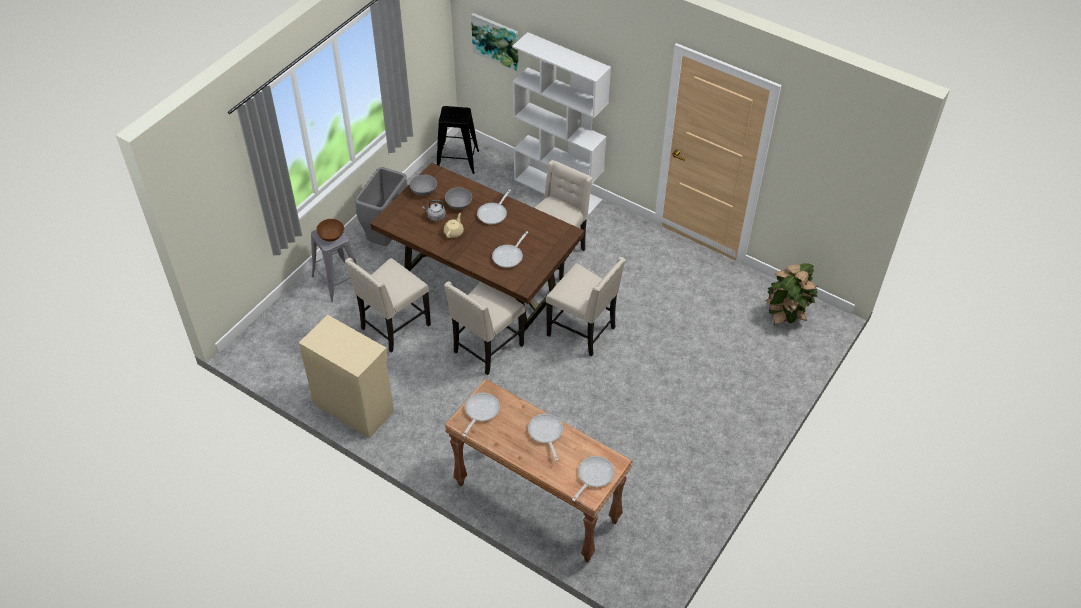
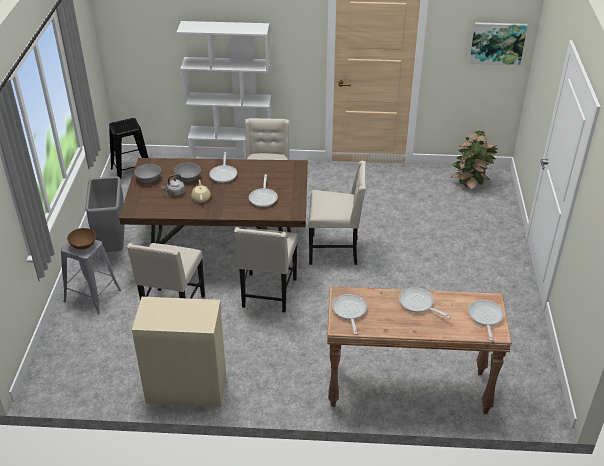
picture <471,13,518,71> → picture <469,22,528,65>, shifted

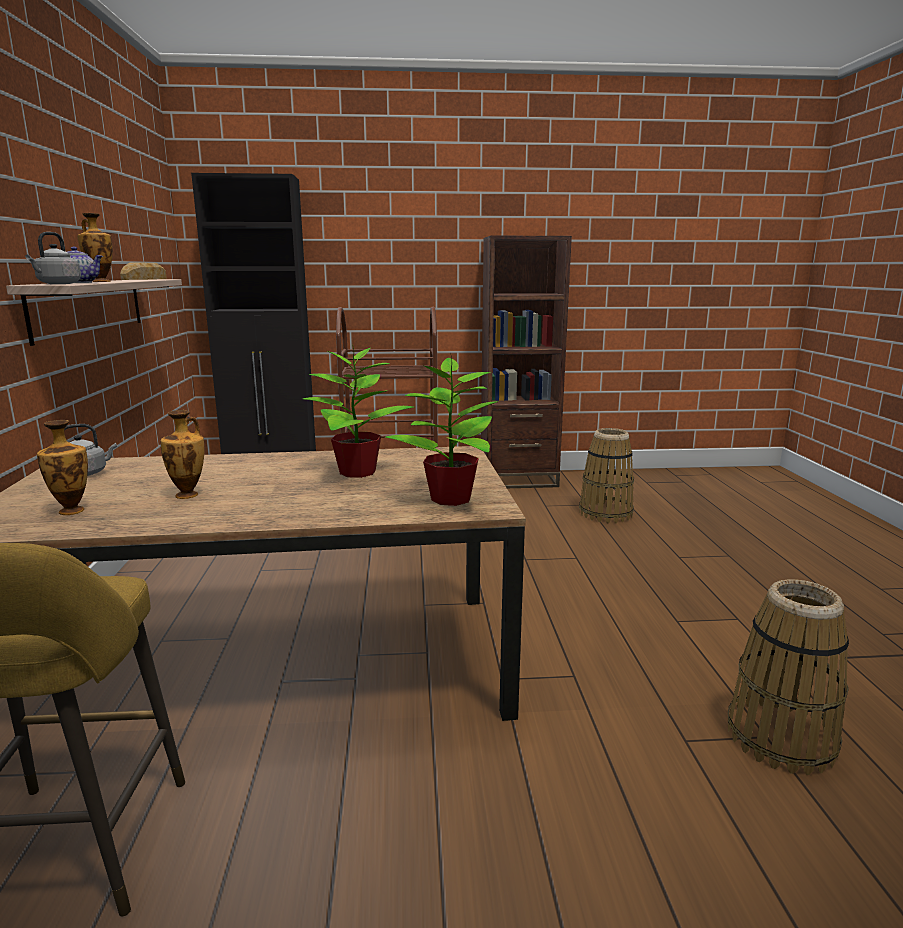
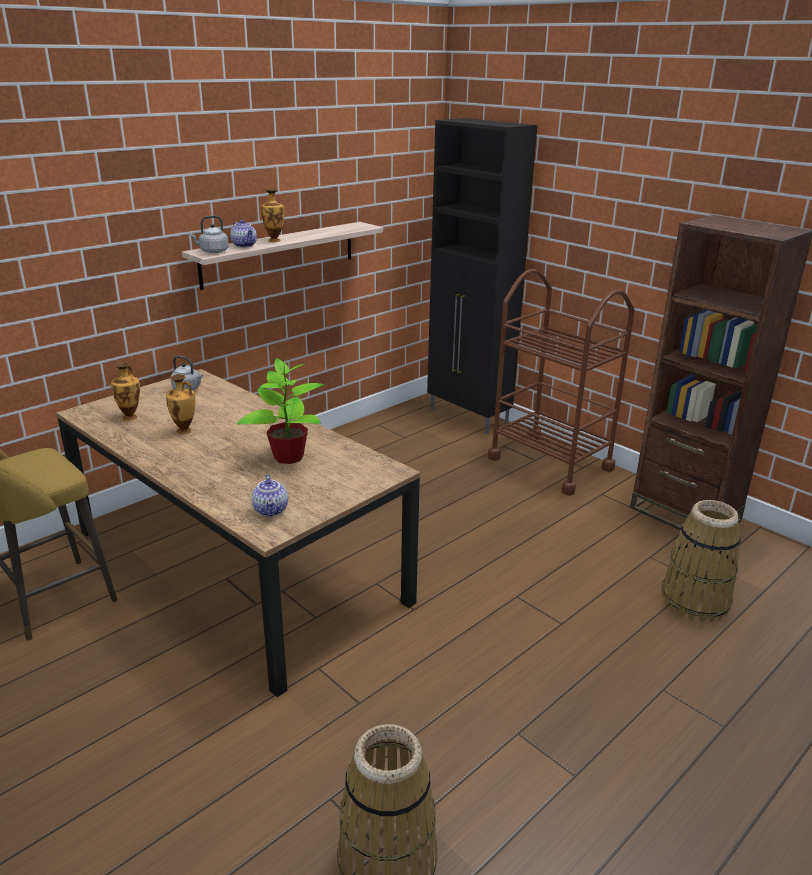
bread <120,263,167,280> → -
potted plant <385,356,499,506> → teapot <251,474,288,516>

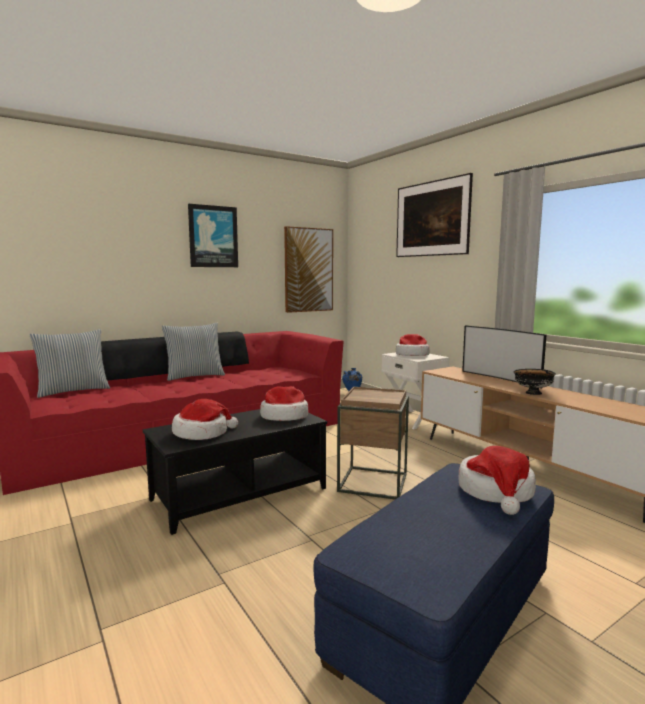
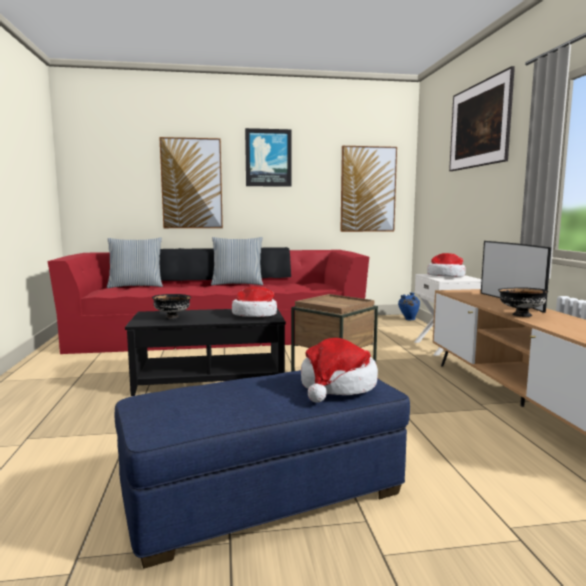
hat <172,399,238,440> → bowl/black <152,294,191,320>
- → picture <159,137,223,228>

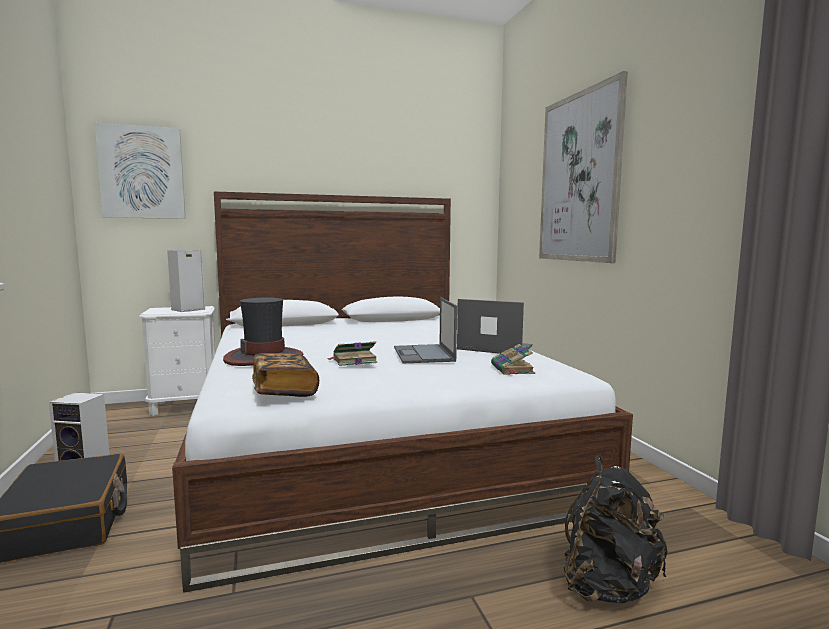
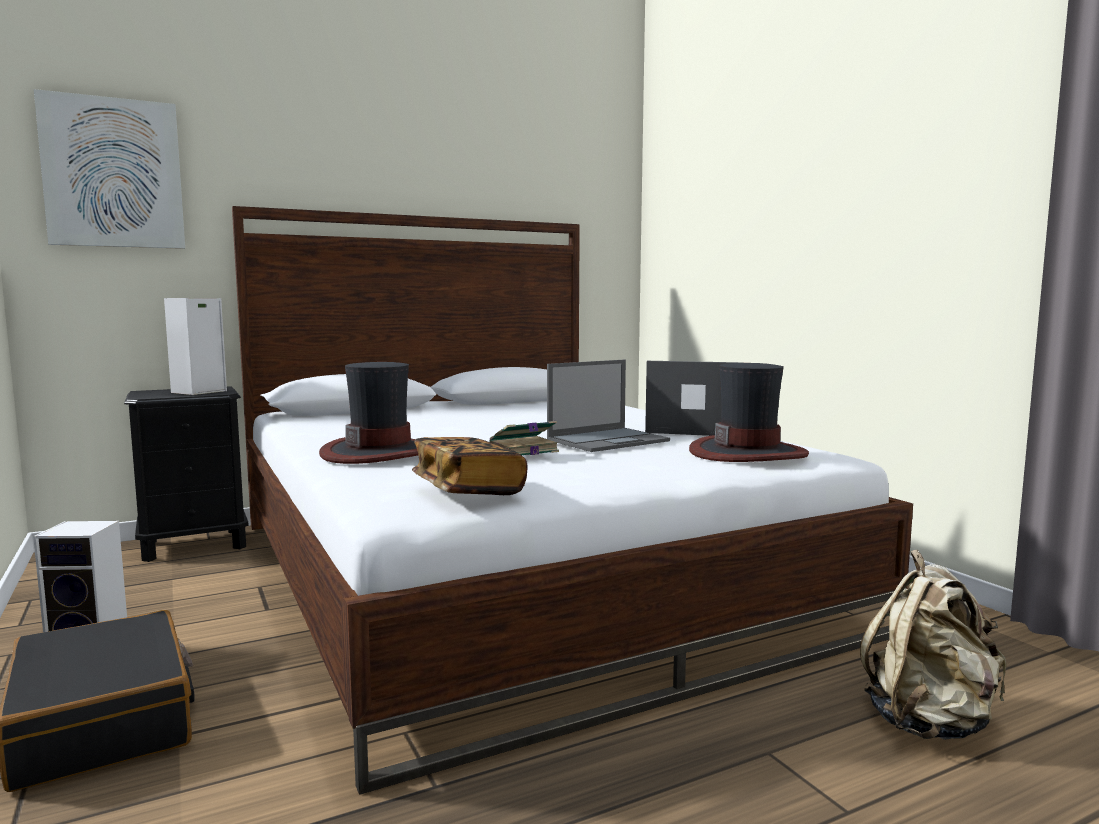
picture <539,71,628,263> → -
laptop <394,297,457,363> → laptop <547,360,670,452>, 105 degrees counterclockwise
nightstand/white <139,306,215,416> → nightstand/black <124,386,249,562>
book <491,344,535,375> → hat <689,363,809,462>
backpack/black <564,455,668,603> → backpack/beige <860,550,1007,740>

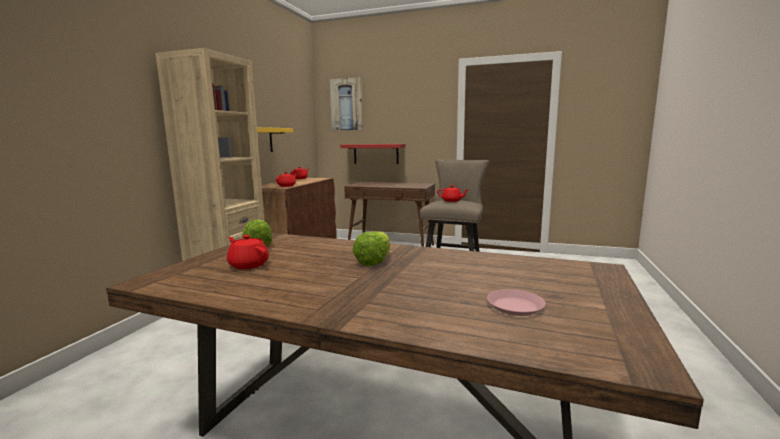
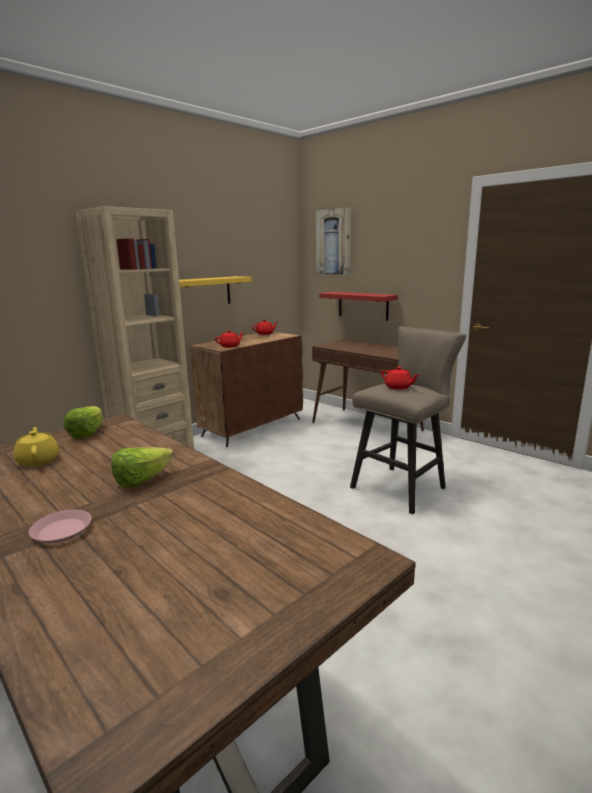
teapot/red <227,235,269,269> → teapot/yellow <13,427,59,467>
plate/pink <487,289,546,316> → plate/pink <29,509,91,543>, shifted

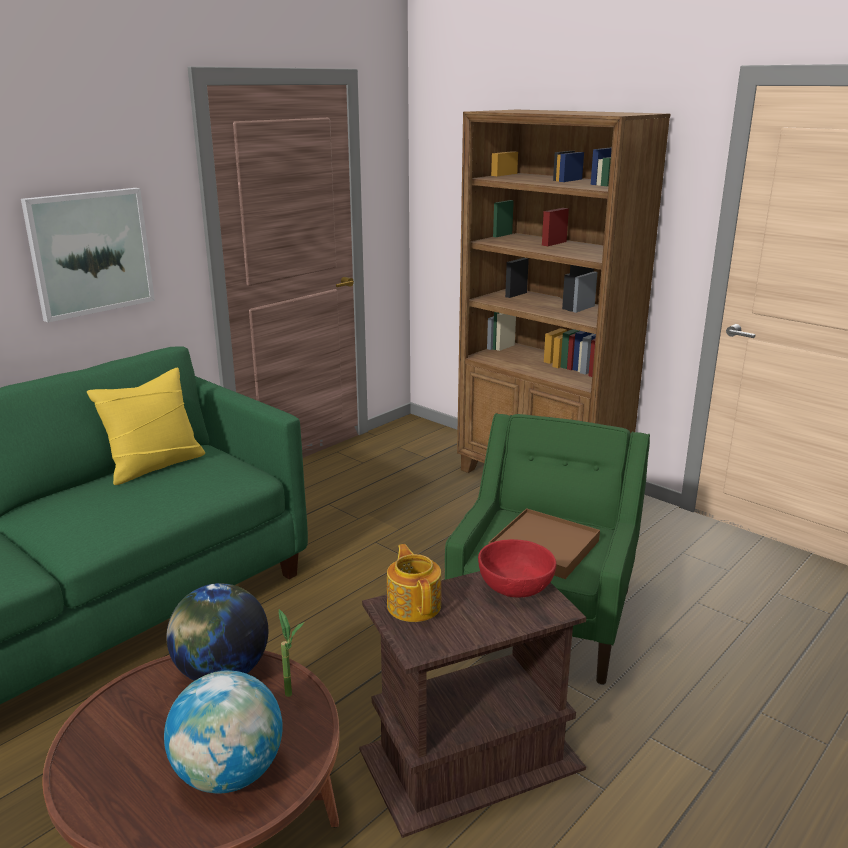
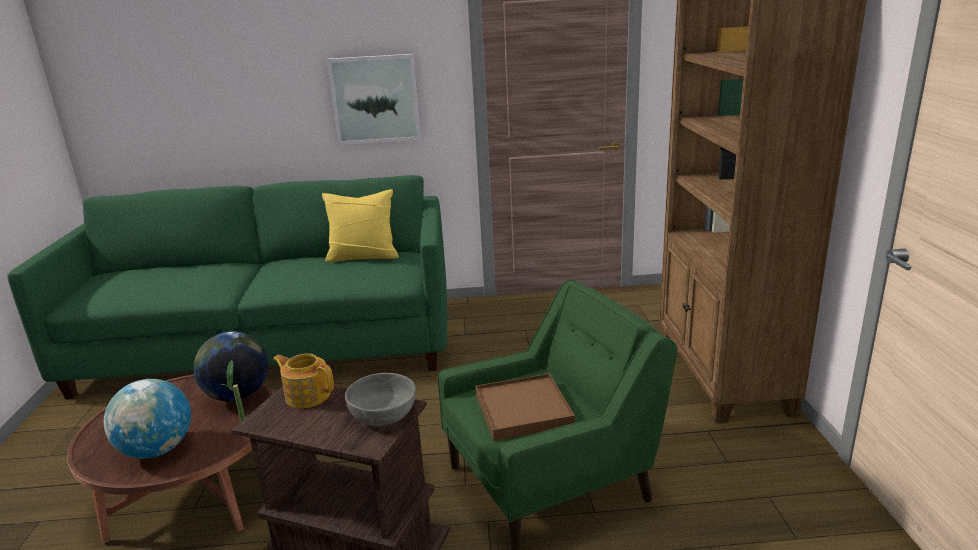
bowl/red <478,539,556,598> → bowl/grey <345,373,416,426>
teapot <387,544,441,622> → teapot <273,353,334,408>, 90 degrees counterclockwise

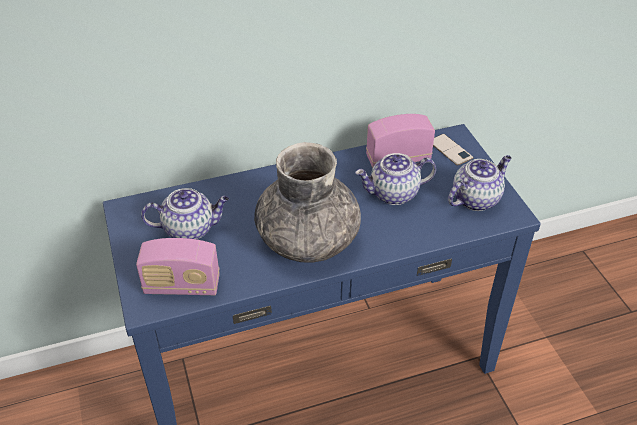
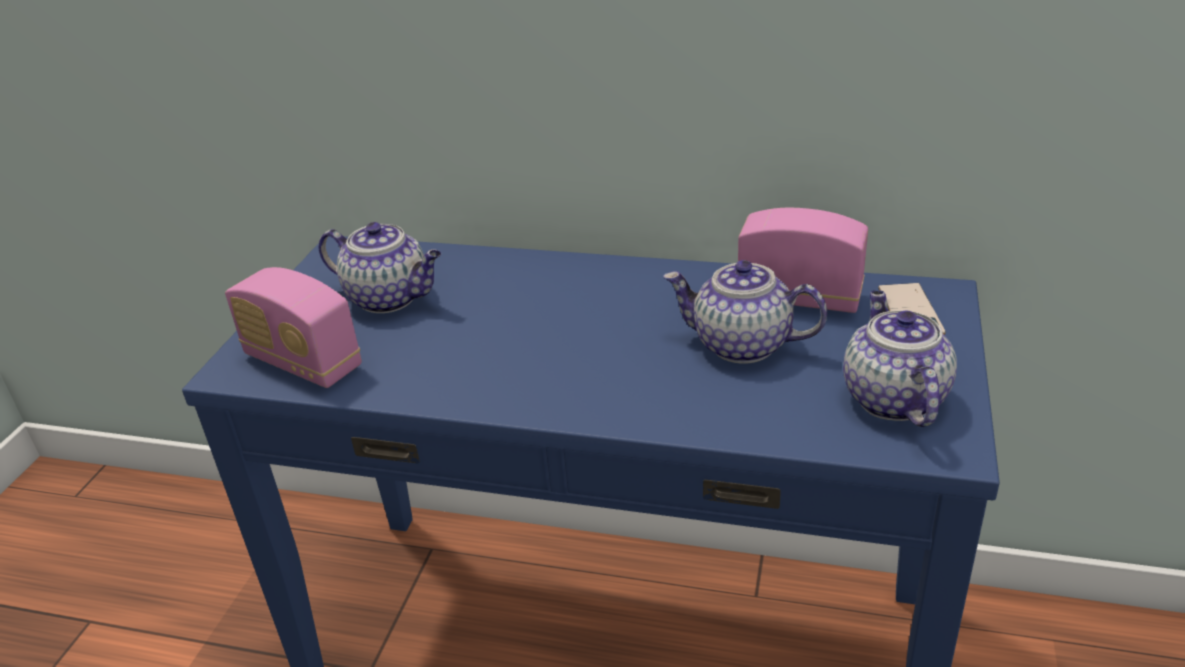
vase/grey <254,142,361,263> → -
teapot <448,155,512,211> → teapot <843,290,957,427>, 90 degrees counterclockwise

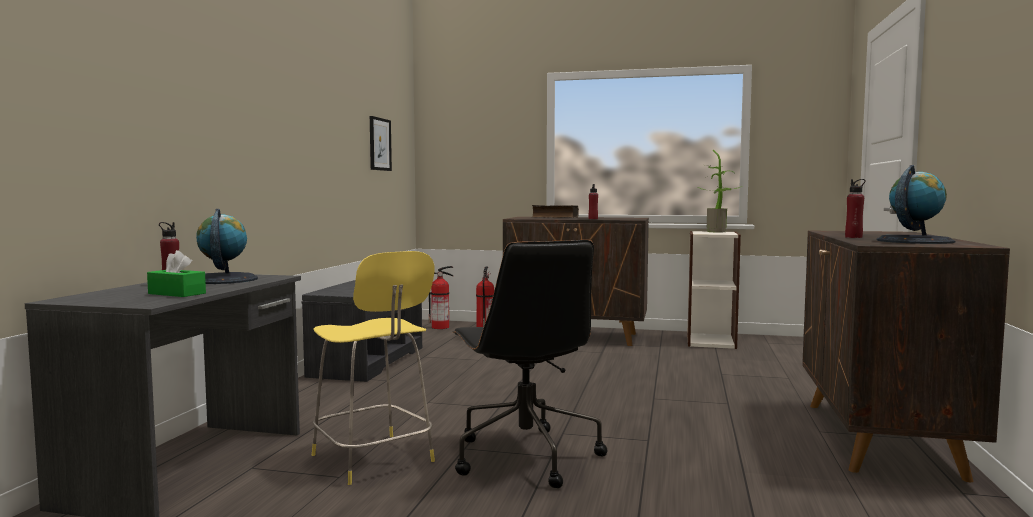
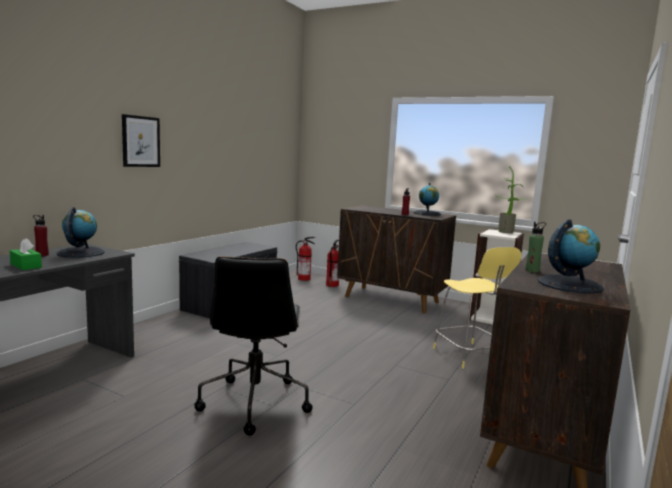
picture <370,116,392,171> → picture <122,114,160,167>, shifted
bottle/red <845,179,866,238> → bottle/green <525,222,546,273>
book <532,205,579,218> → -
stool/yellow <312,251,435,485> → stool/yellow <433,247,522,369>, shifted
- → globe <413,183,442,216>

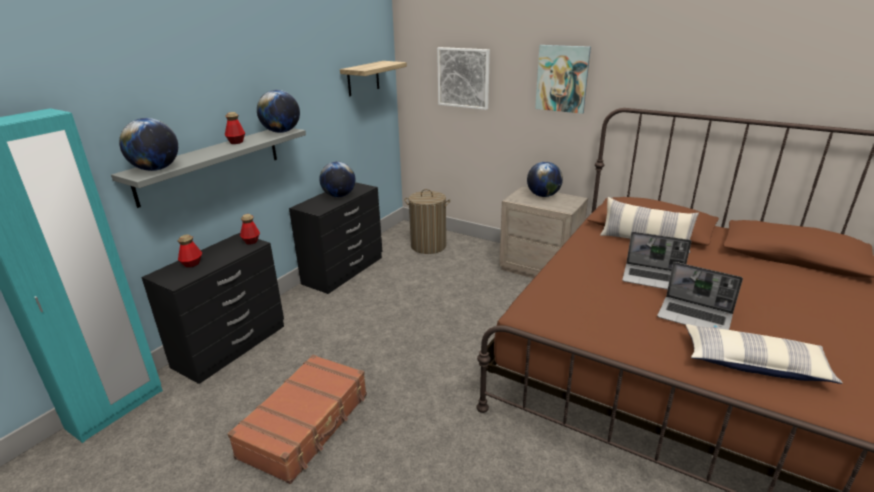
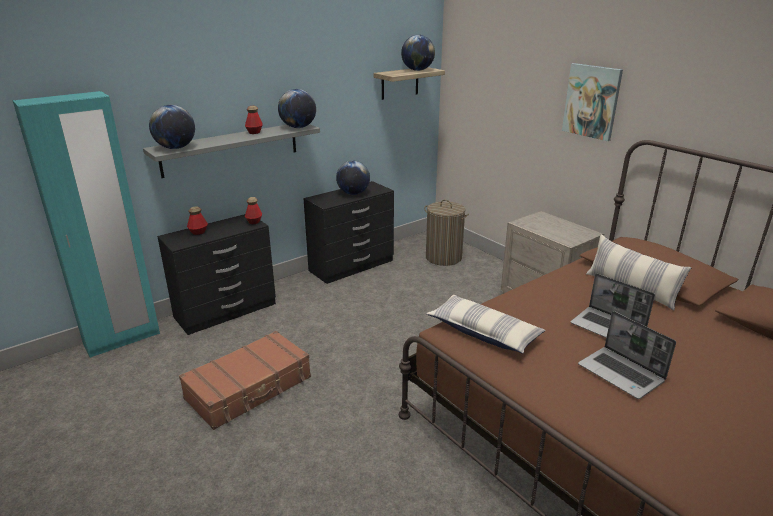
picture <437,47,490,110> → -
globe <527,162,563,197> → globe <401,35,435,71>, shifted
pillow <686,324,843,384> → pillow <426,295,546,354>, shifted

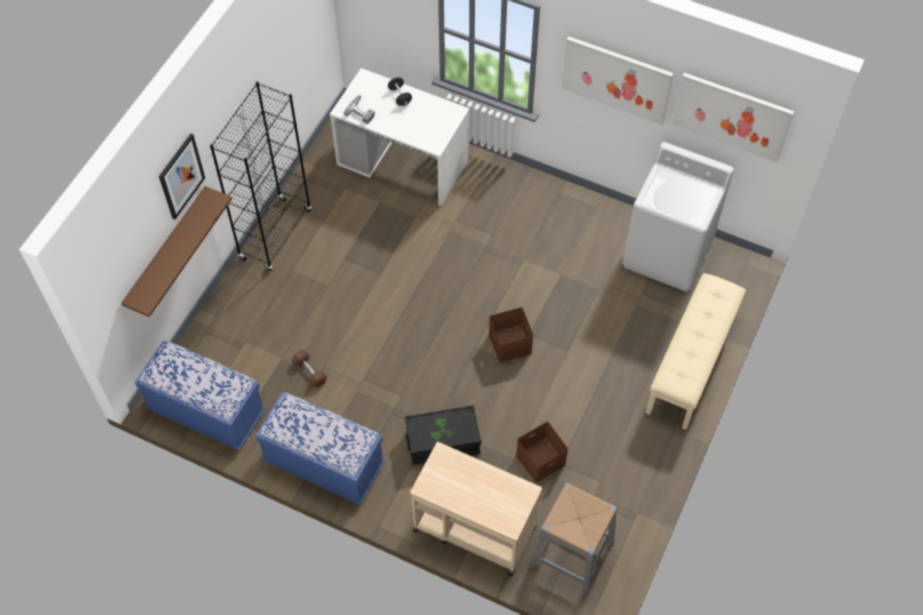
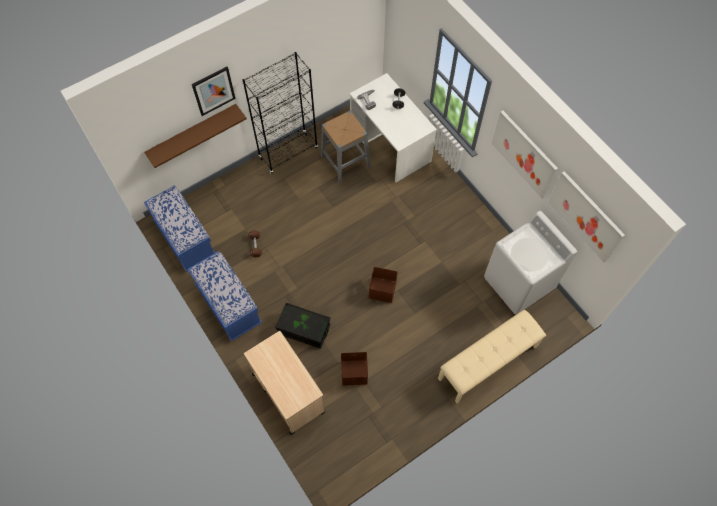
stool/grey <529,482,617,596> → stool/grey <321,111,371,183>, shifted

